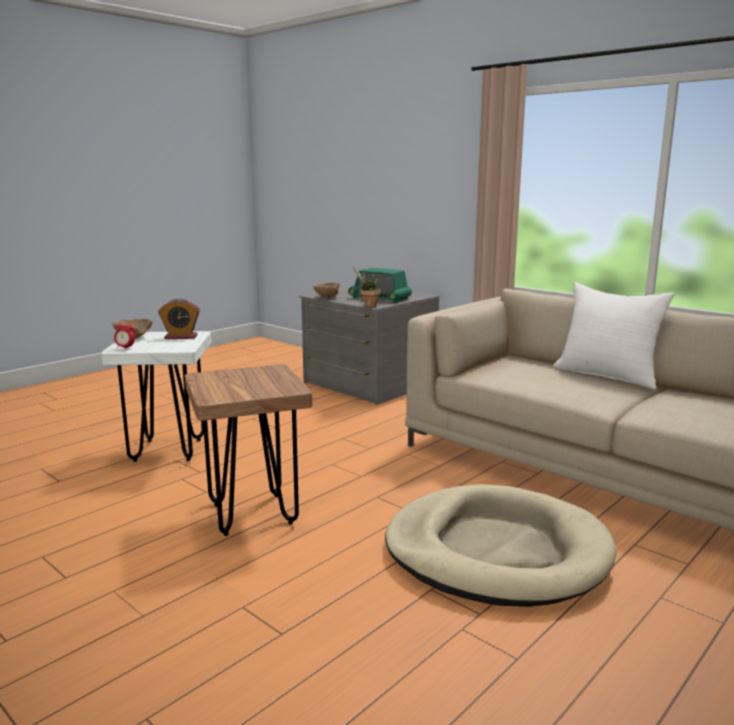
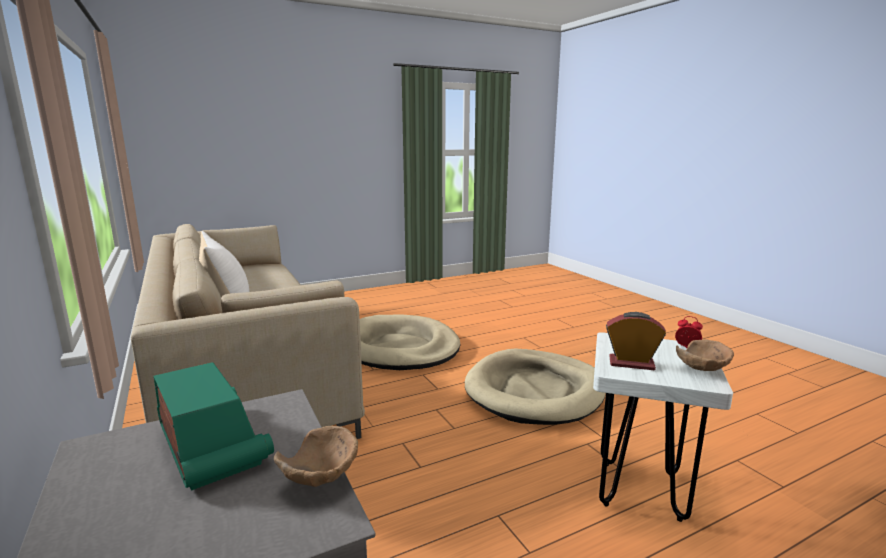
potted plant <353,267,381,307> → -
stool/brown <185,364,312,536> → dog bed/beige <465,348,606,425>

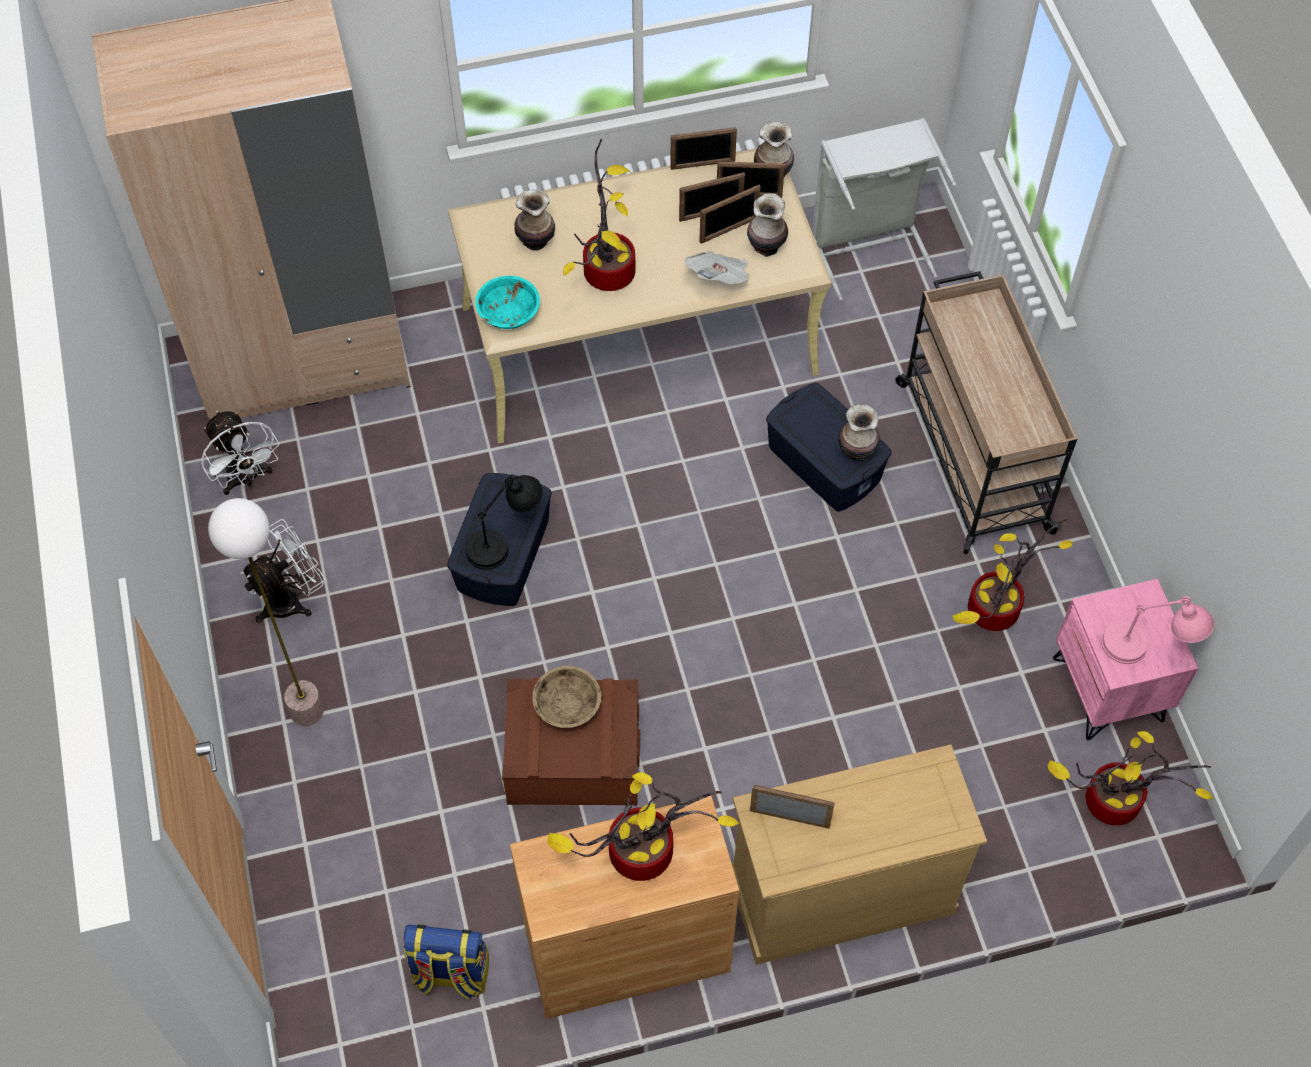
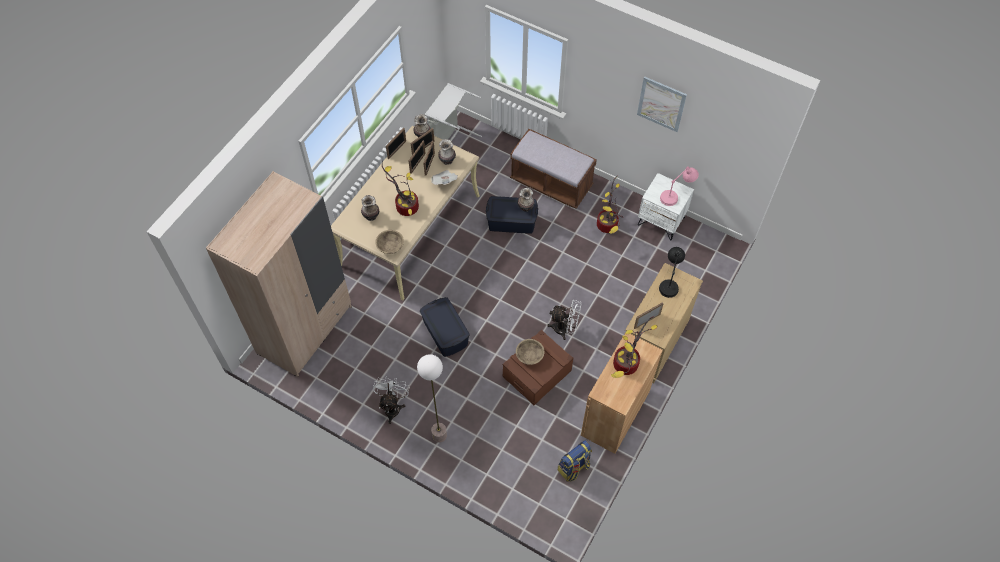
cart/beige <895,271,1077,554> → bench/brown <510,129,597,209>
bowl/turquoise <475,276,540,329> → bowl/beige <375,230,404,254>
fan/white <201,410,279,495> → fan/white <547,300,581,340>, shifted
table lamp/black <466,475,543,570> → table lamp/black <659,247,685,298>, shifted
nightstand/pink <1053,579,1198,740> → nightstand/white <638,173,694,240>
potted plant <1048,731,1213,825> → -
- → picture <637,76,687,132>

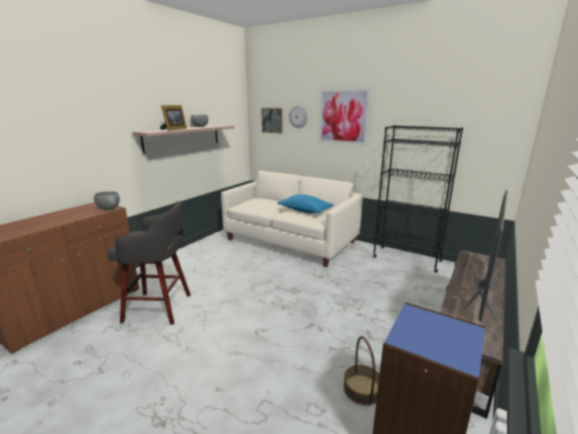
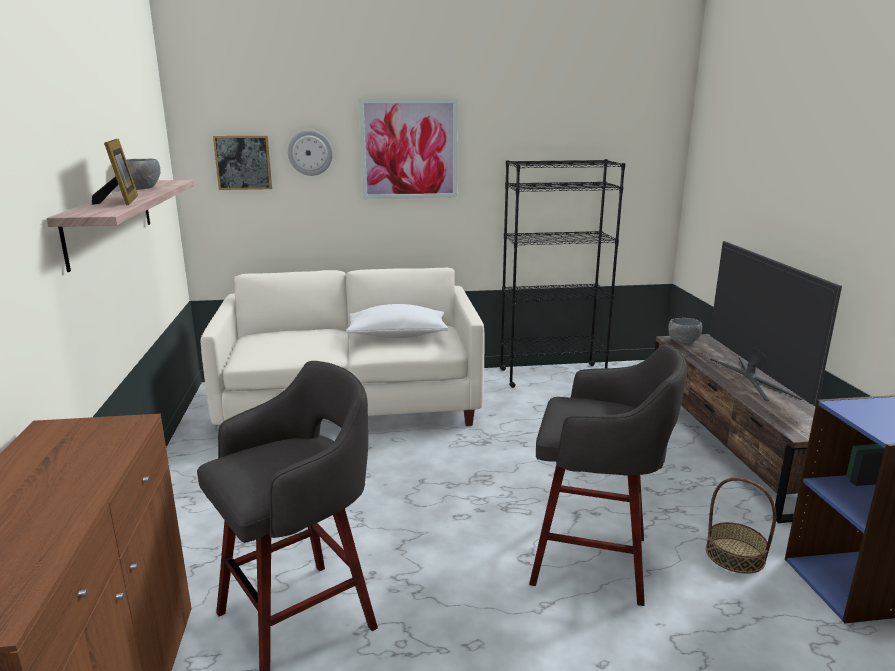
bowl/grey <94,191,120,210> → bowl/grey <668,318,702,344>, shifted
pillow/blue <277,194,334,213> → pillow/white <346,304,448,338>
- → stool/grey <529,344,687,606>

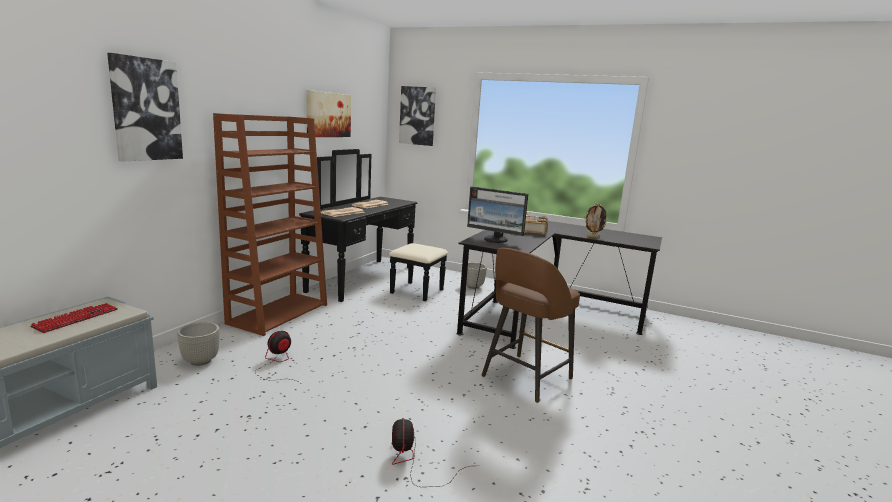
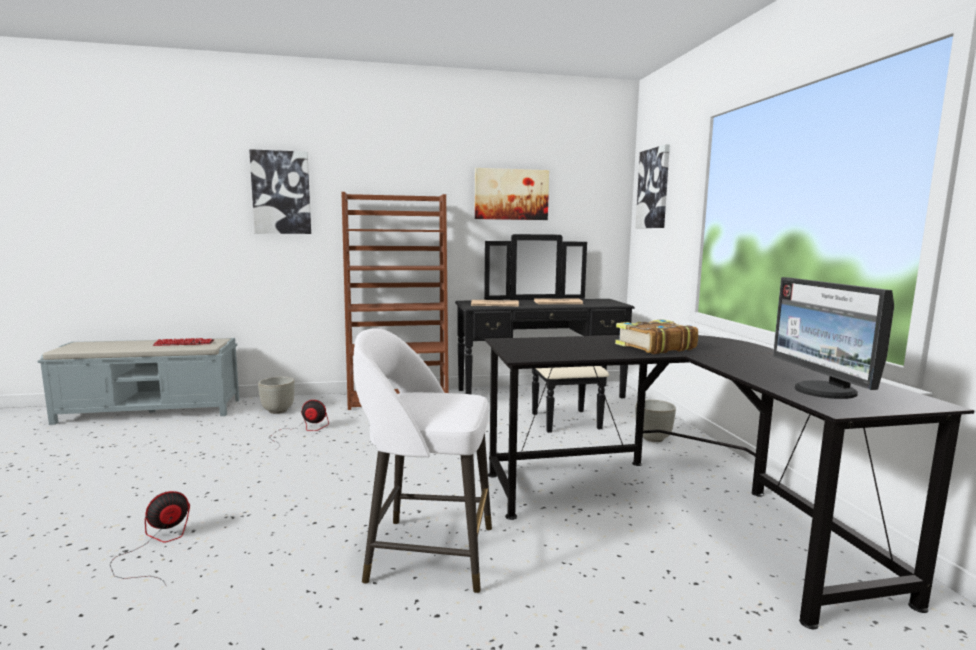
monitor <467,186,528,243> → monitor <773,277,894,399>, shifted
picture frame <584,203,608,238> → -
stool/brown <482,248,580,403> → stool/white <353,329,492,593>

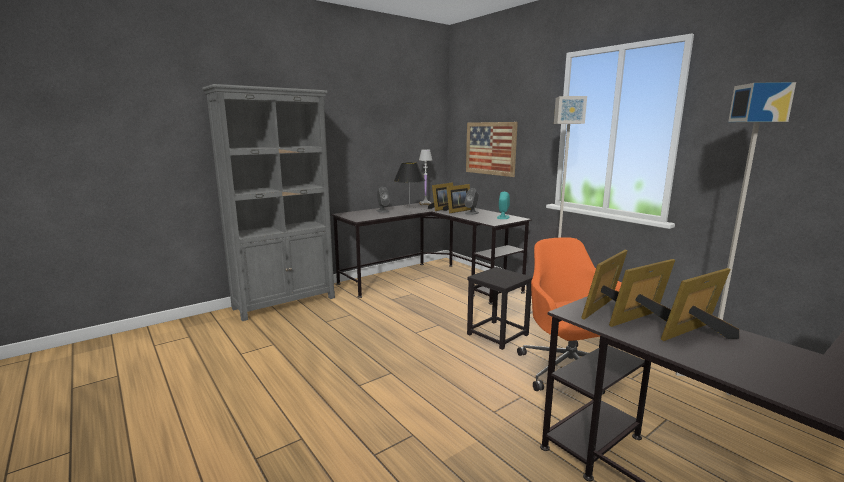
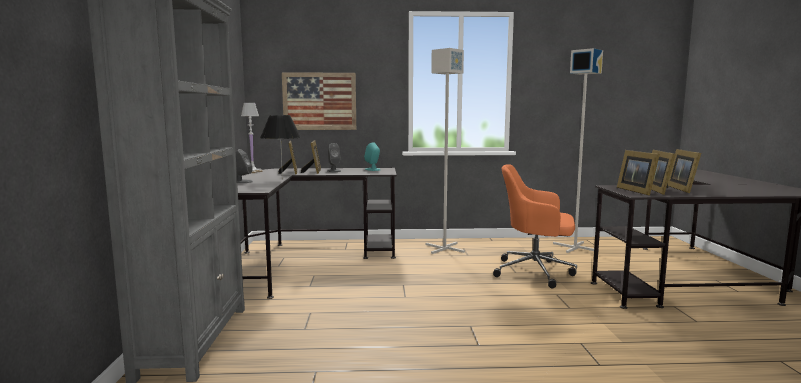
stool/black <467,267,533,350> → -

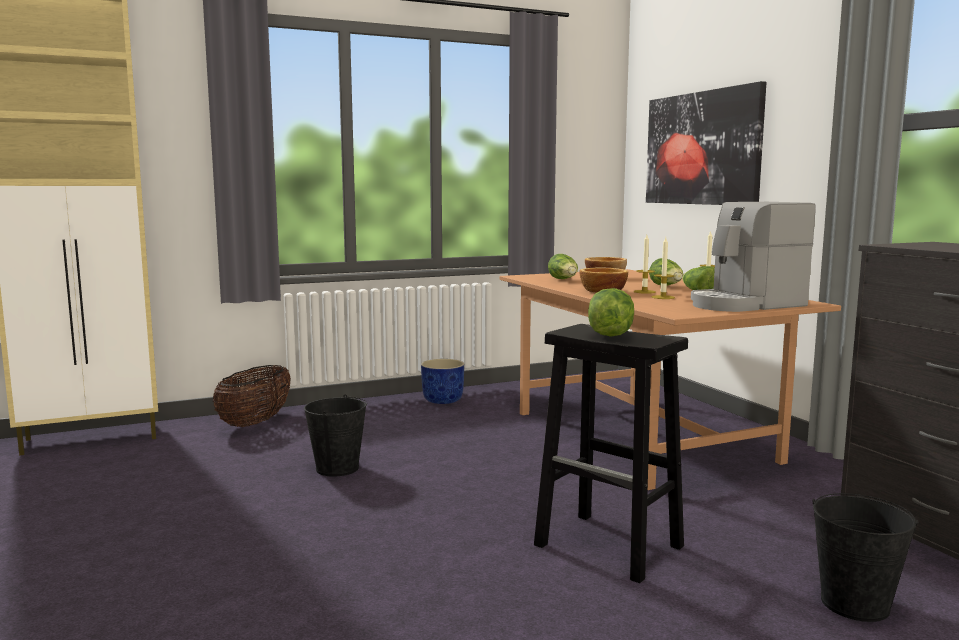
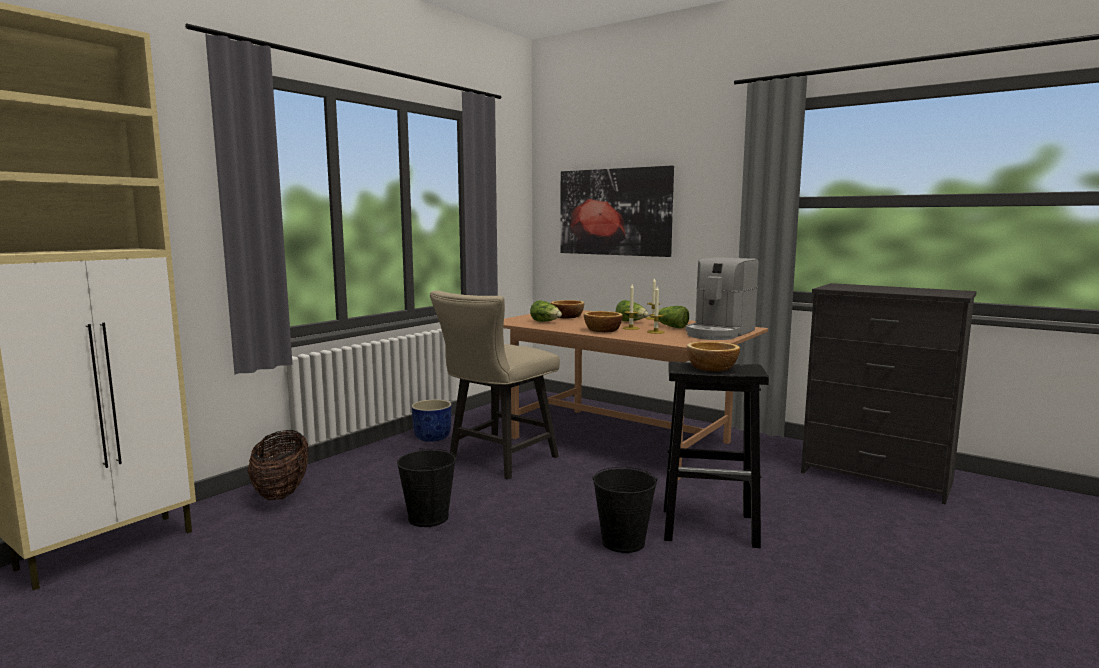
lettuce <588,288,634,337> → bowl <687,341,740,371>
bucket/black <813,493,918,622> → bucket/black <592,467,657,553>, shifted
- → chair/beige <430,290,560,480>

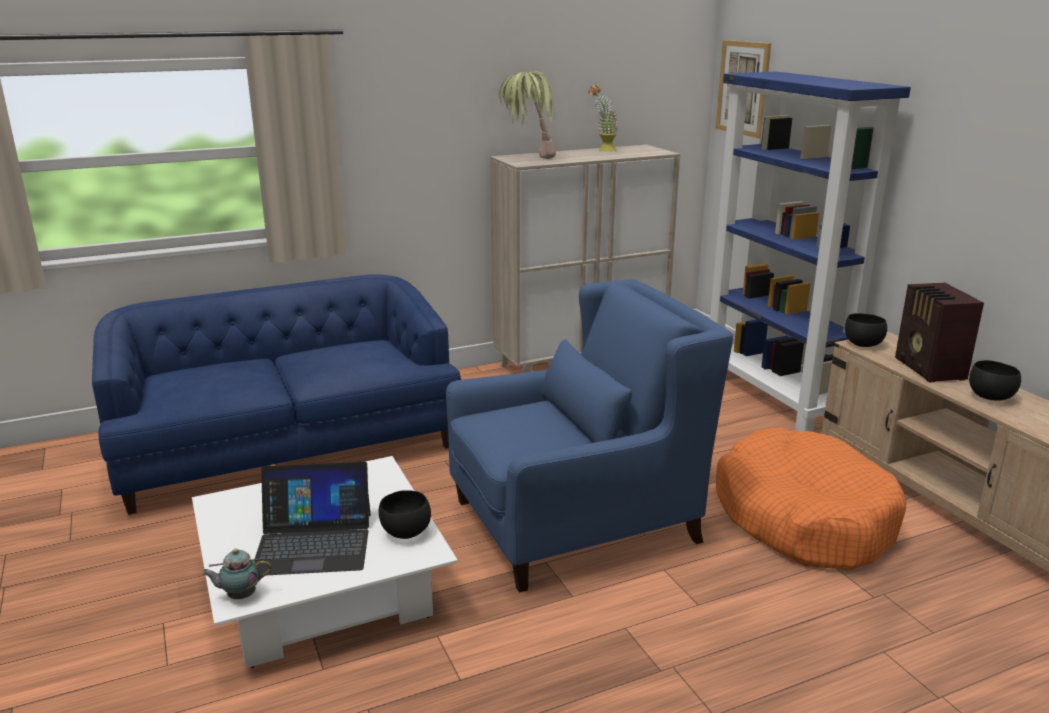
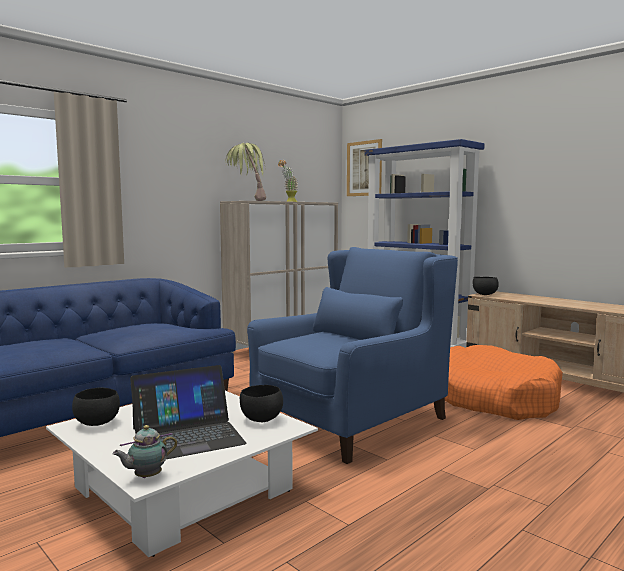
radio <895,283,984,383> → -
bowl/black <969,360,1021,401> → bowl/black <72,388,120,426>, shifted

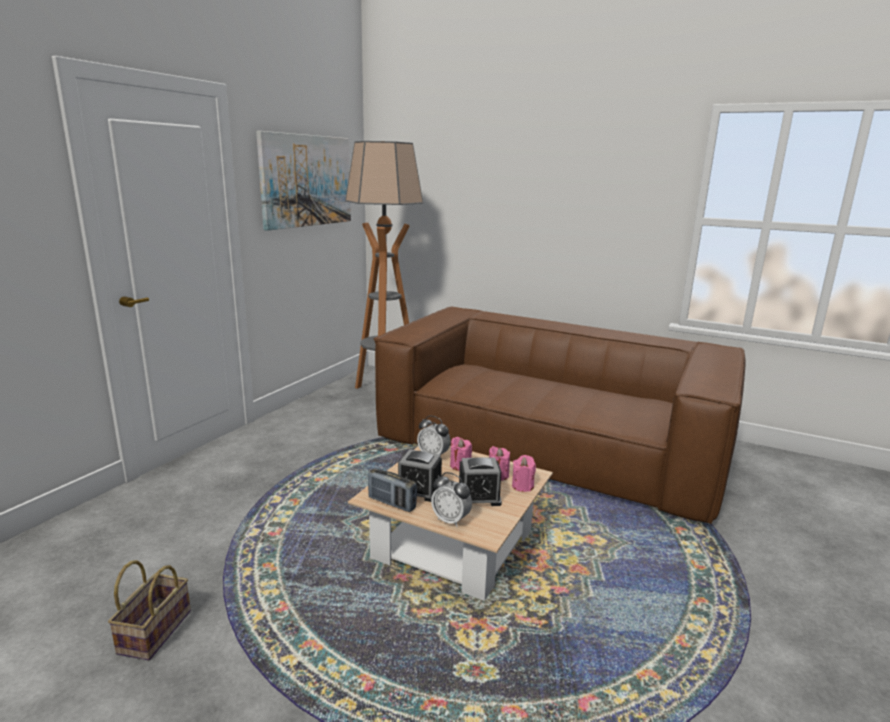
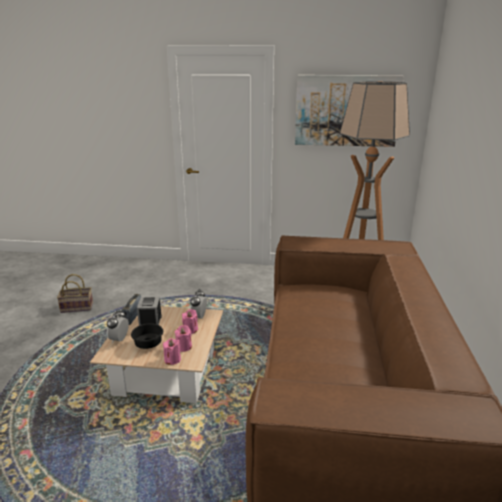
alarm clock <459,457,502,506> → bowl/black <131,323,163,349>

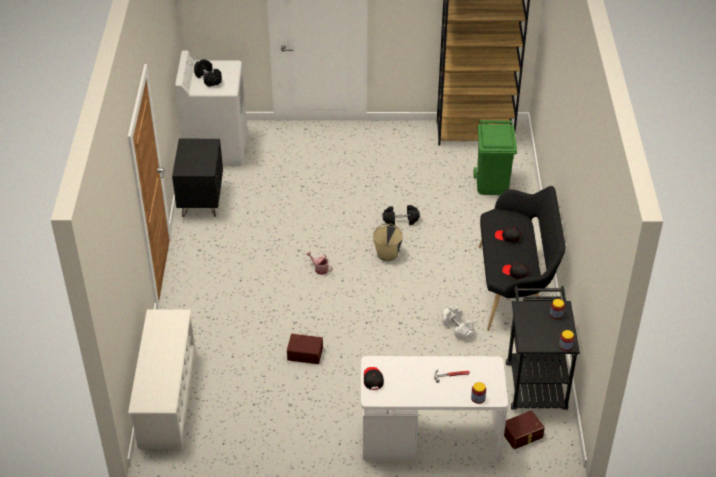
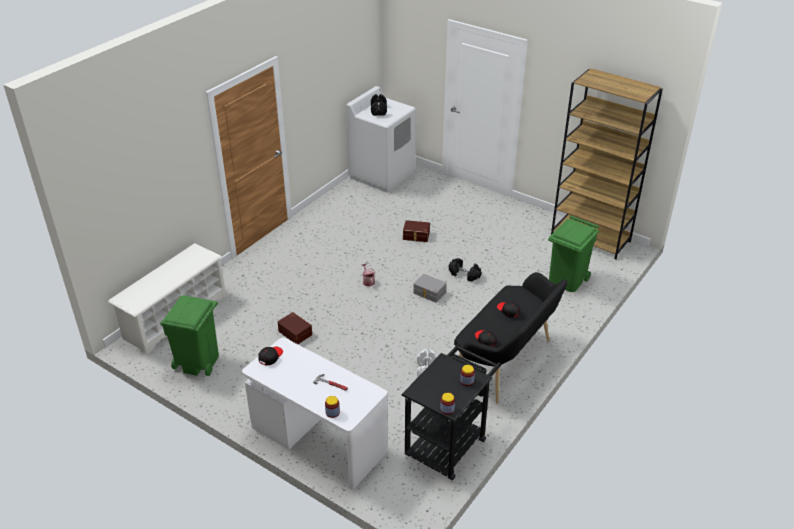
nightstand/black <172,139,223,217> → -
bucket/beige <373,224,403,261> → storage box/grey <413,274,447,303>
storage box/brown <504,410,545,449> → storage box/brown <403,220,430,242>, shifted
- → trash can/green <160,295,219,376>

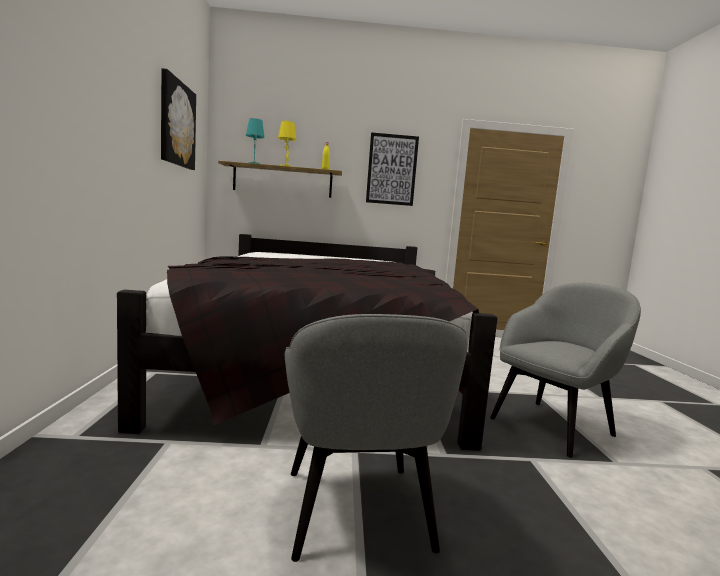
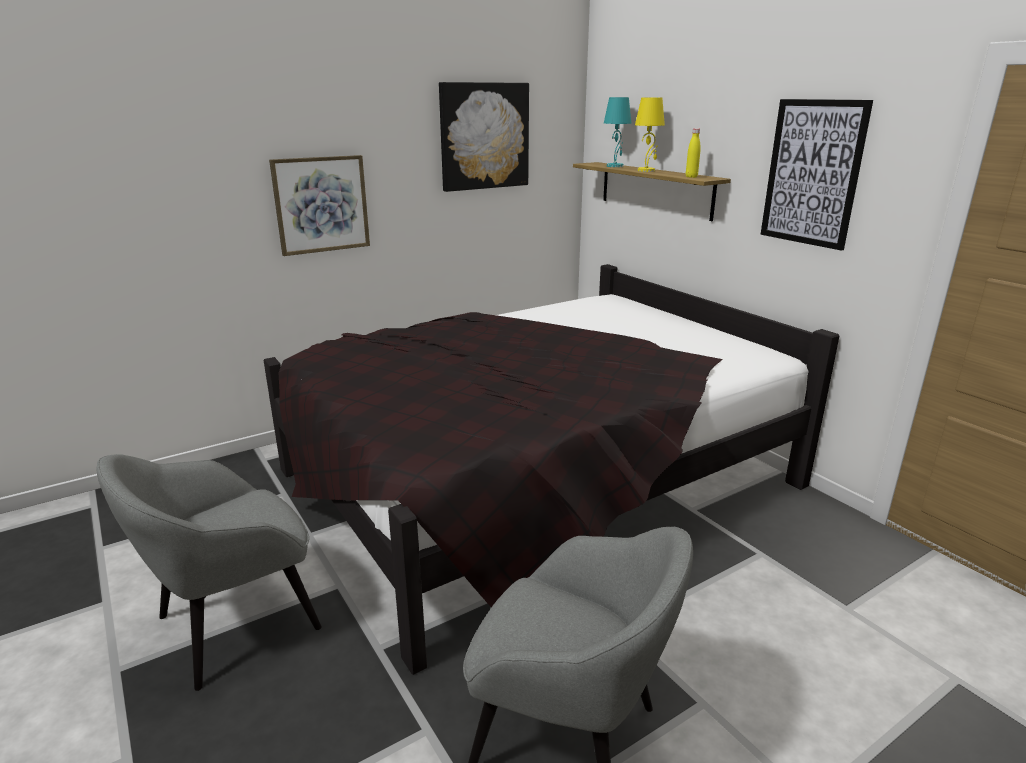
- → picture <269,155,370,256>

